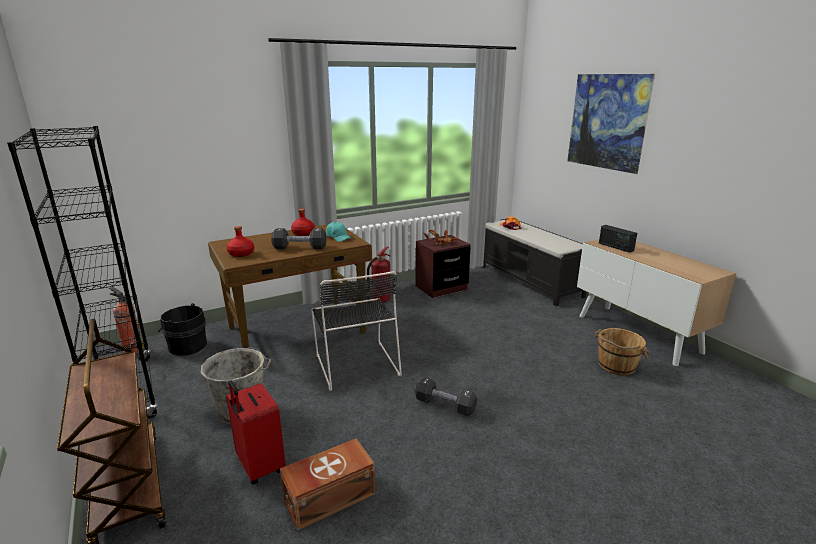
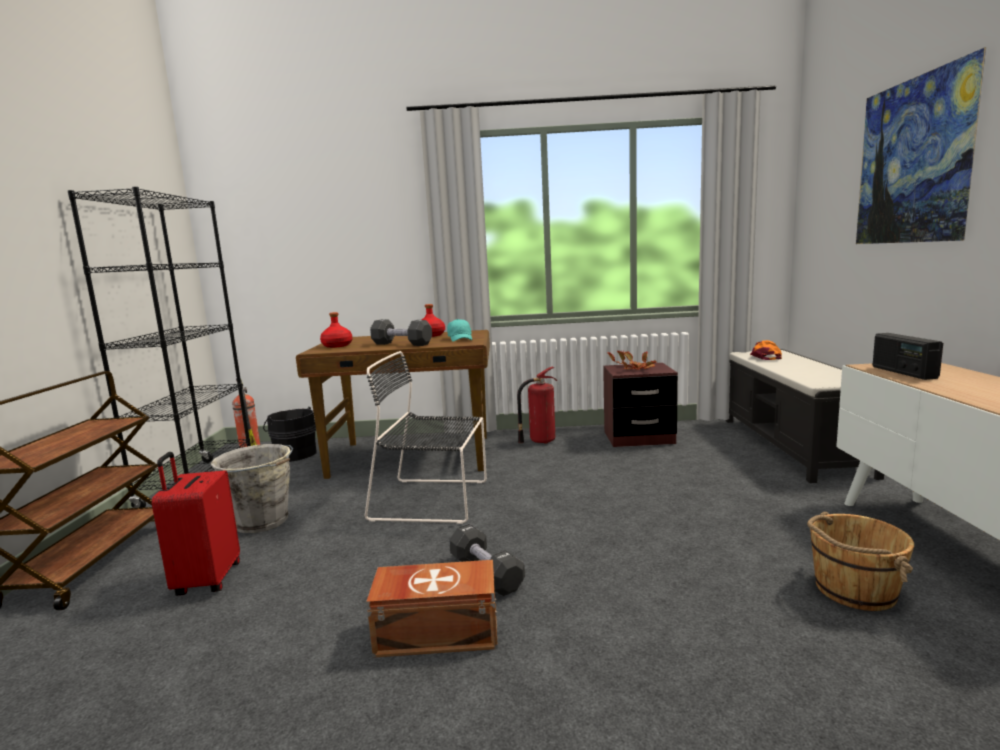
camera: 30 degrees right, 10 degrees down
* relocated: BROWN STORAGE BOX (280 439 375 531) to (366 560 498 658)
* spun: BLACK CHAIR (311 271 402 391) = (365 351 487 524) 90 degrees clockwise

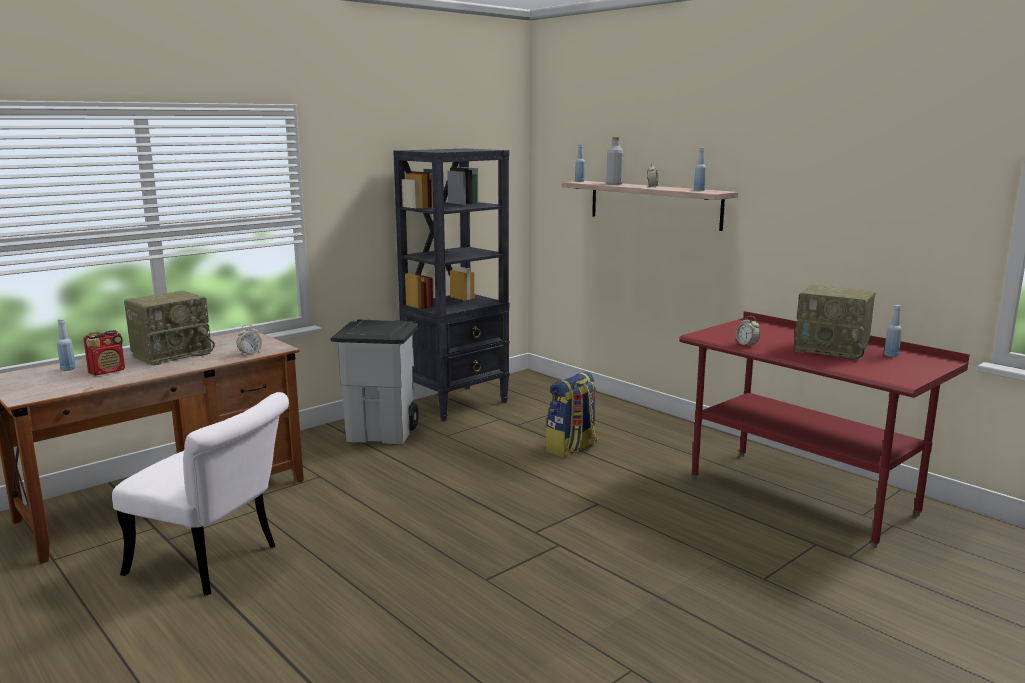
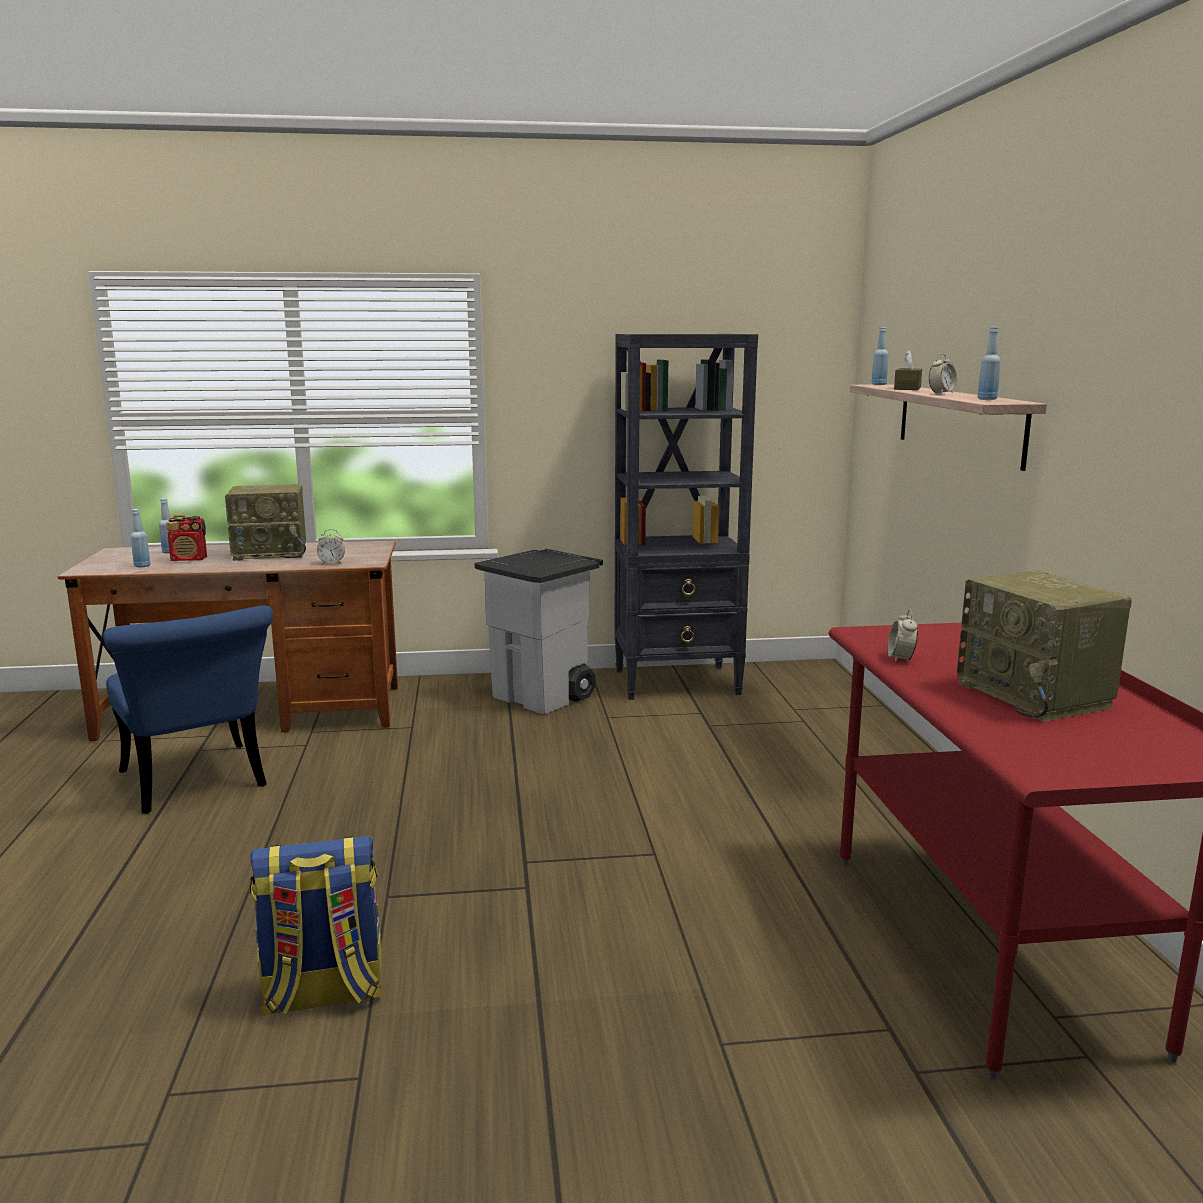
camera: 35 degrees right, 0 degrees up
* relocated: BACKPACK (545 372 597 457) to (250 836 384 1016)
* relocated: BLUE BOTTLE (884 305 902 357) to (131 509 151 567)
* exchanged: GREY BOTTLE (606 137 624 185) to BROWN TISSUE BOX (894 350 922 390)
* colour: WHITE CHAIR (112 392 289 595) to BLUE CHAIR (103 605 273 814)

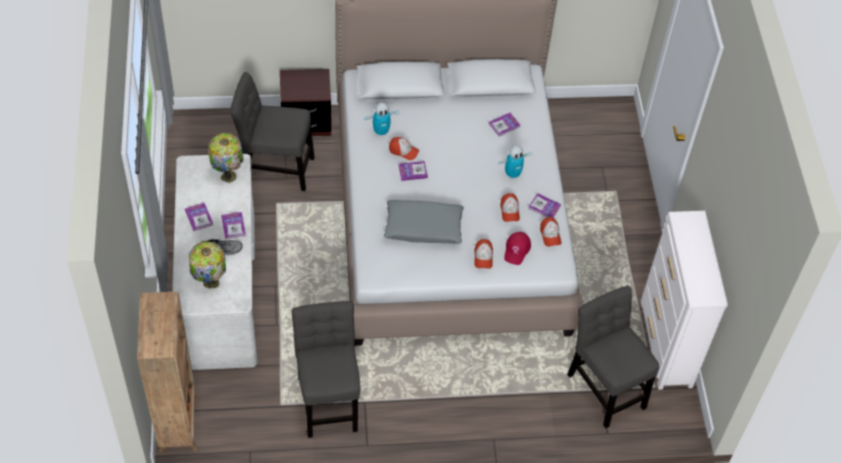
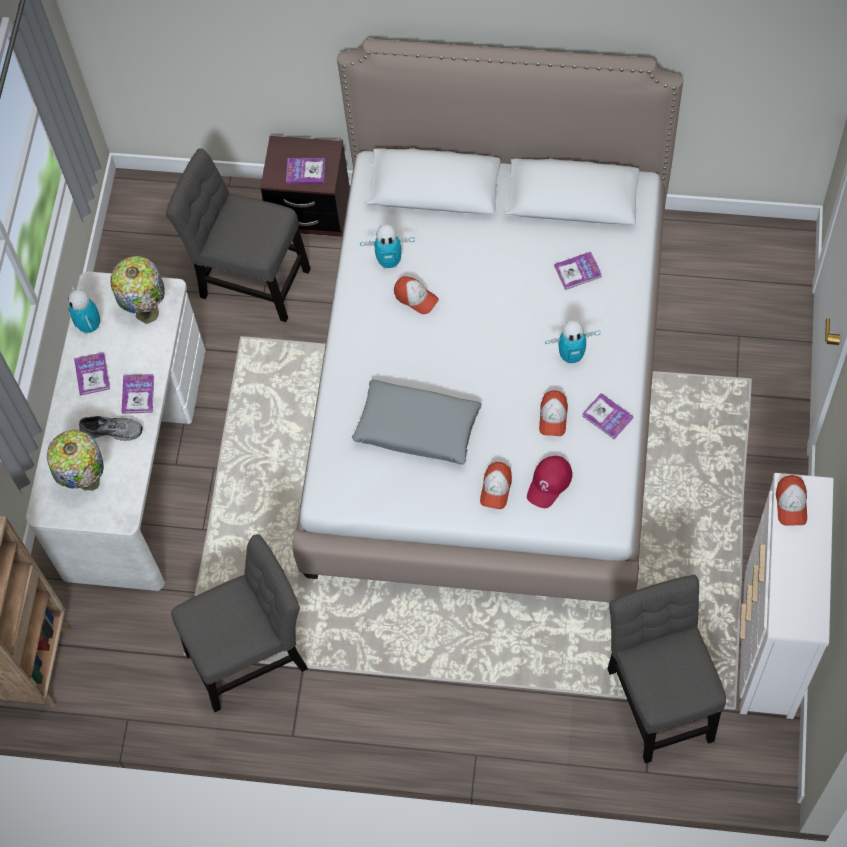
camera: 20 degrees right, 10 degrees up
* appeared: TOY ROBOT (68 284 100 334)
* relocated: BOOK (398 161 428 181) to (286 158 325 184)
* relocated: CAP (540 217 561 247) to (776 475 807 526)
* spun: GREY CHAIR (292 301 360 438) = (171 534 308 712) 60 degrees clockwise

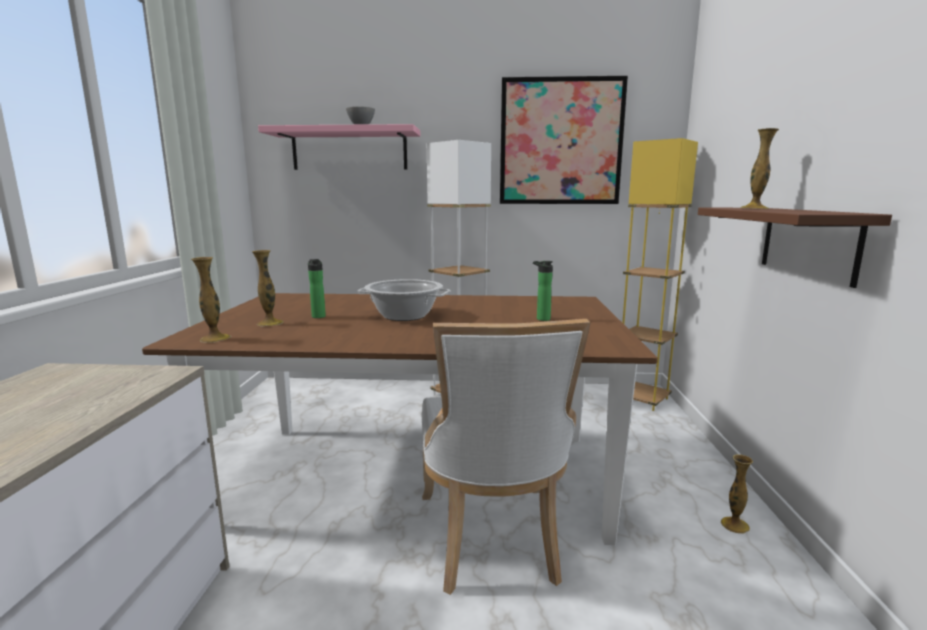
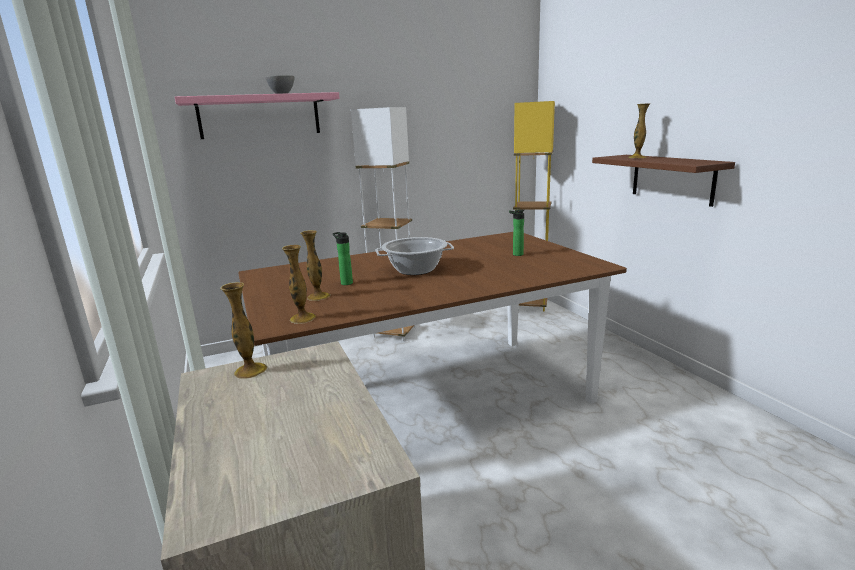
camera: 25 degrees left, 5 degrees up
* missing: WHITE CHAIR (421 319 590 595)
* missing: PICTURE (500 76 628 204)
* relocated: VASE (721 454 753 534) to (220 282 267 379)

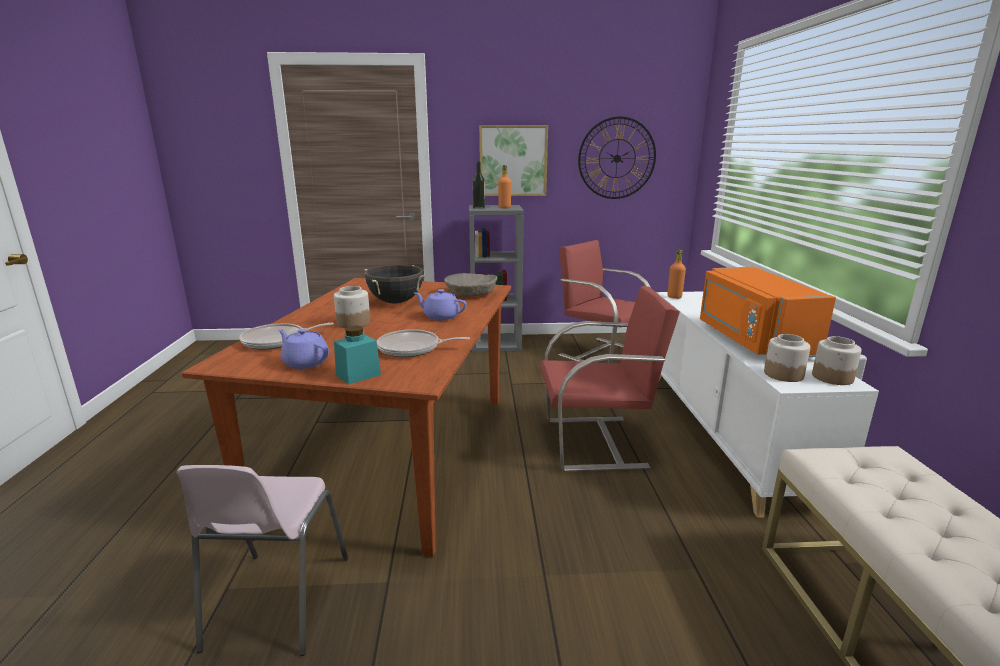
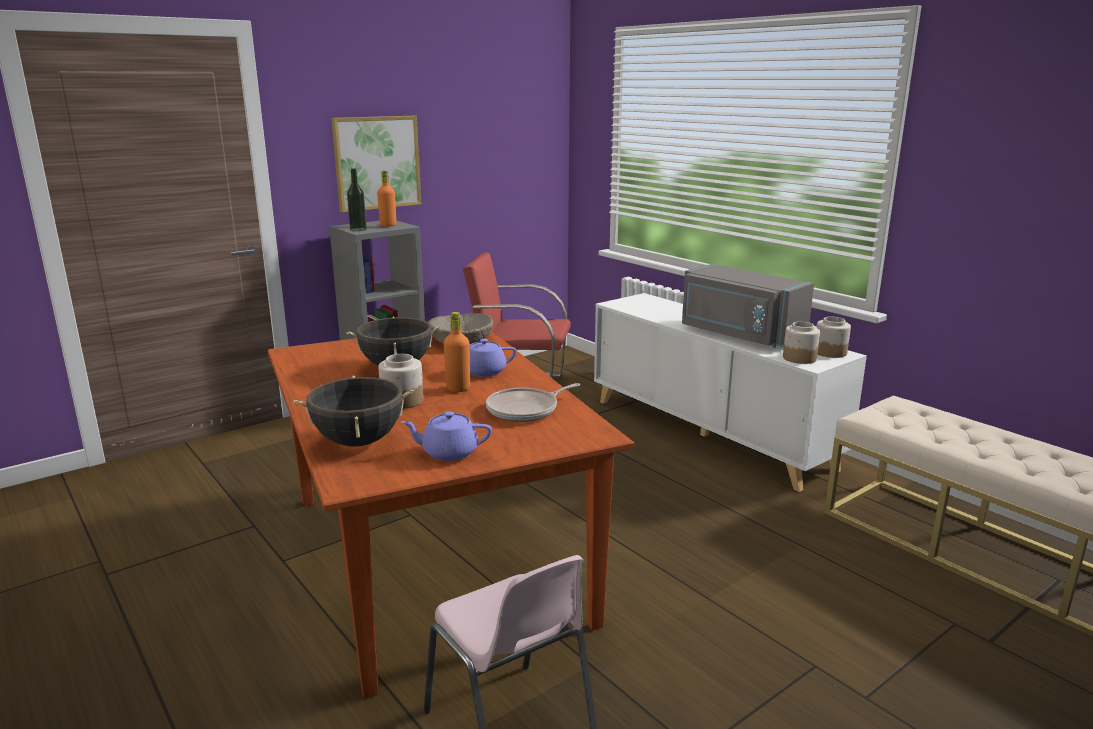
camera: 35 degrees left, 0 degrees up
* missing: TURQUOISE JAR (334 325 381 384)
* missing: RED CHAIR (540 286 680 472)
* missing: WALL CLOCK (578 116 656 199)
* relocated: ORANGE BOTTLE (668 250 686 299) to (444 312 470 392)
* exchanged: FRYING PAN (239 322 334 350) to BLACK COOKING POT (294 375 414 446)
* colour: ORANGE MICROWAVE (700 267 836 357) to GREY MICROWAVE (682 264 814 348)

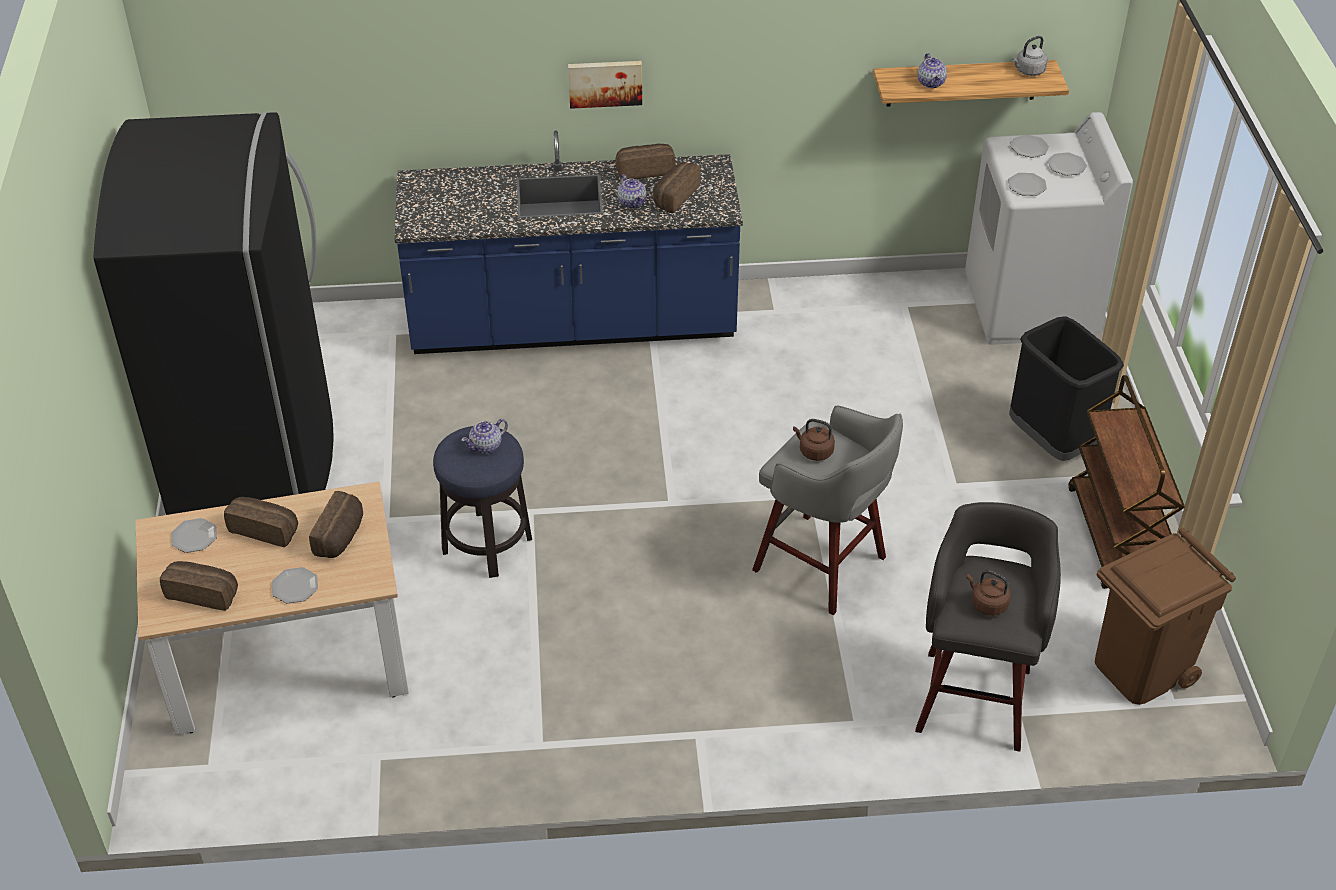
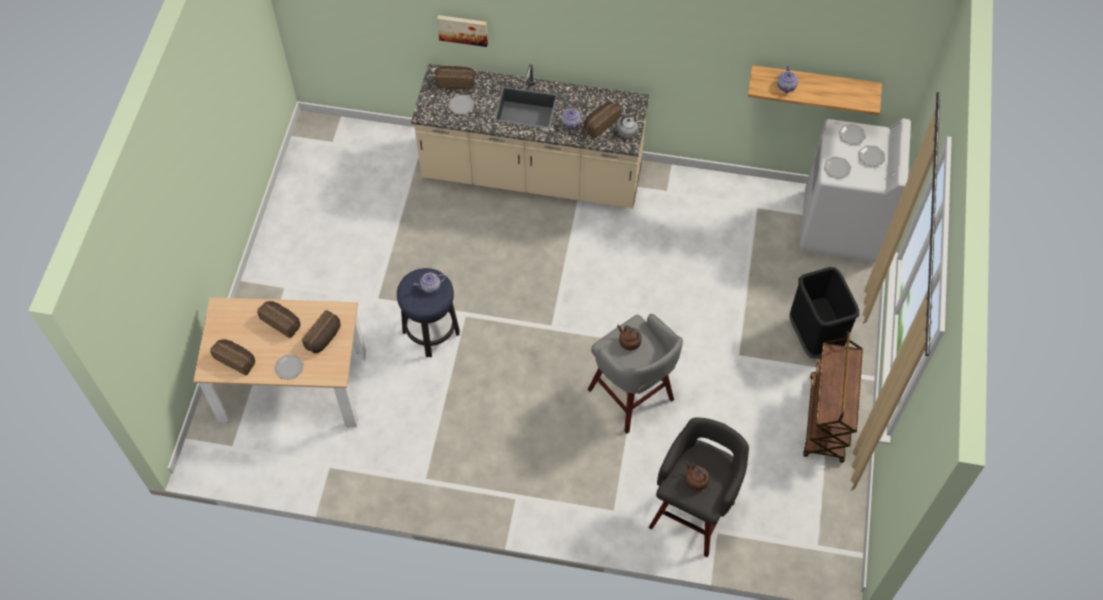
camera: 15 degrees right, 15 degrees up
* missing: BLACK FRIDGE (93 112 334 515)
* missing: BROWN TRASH CAN (1095 528 1236 705)
* relocated: PLATE (171 518 217 553) to (449 95 474 115)
* relocated: PICTURE (568 61 642 109) to (437 15 488 47)
* relocated: BREAD (616 144 675 180) to (435 66 475 89)
* relocated: GREY KETTLE (1012 36 1048 76) to (612 114 639 138)
* colour: BLUE COUNTER (395 131 743 354) to BEIGE COUNTER (411 64 649 208)

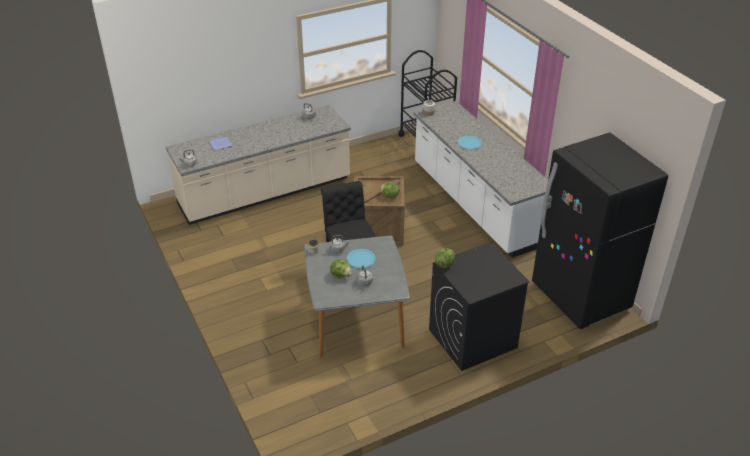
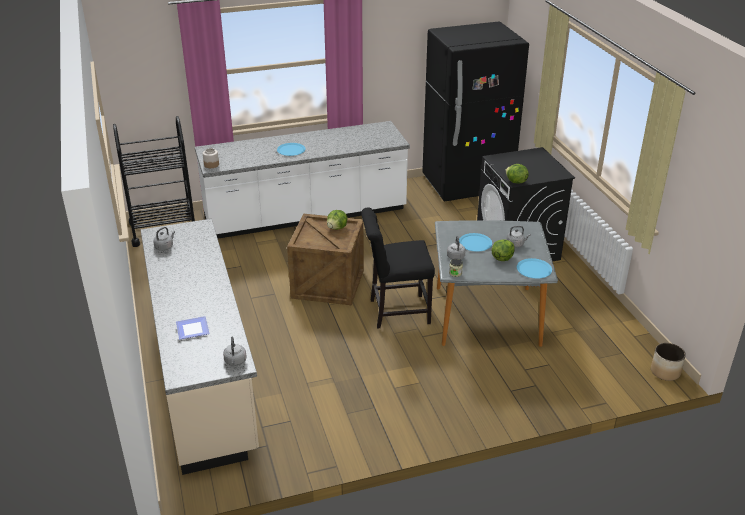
camera: 80 degrees left, 5 degrees down
* appeared: BLUE PLATE (517 258 552 279)
* appeared: PLANTER (651 343 686 381)

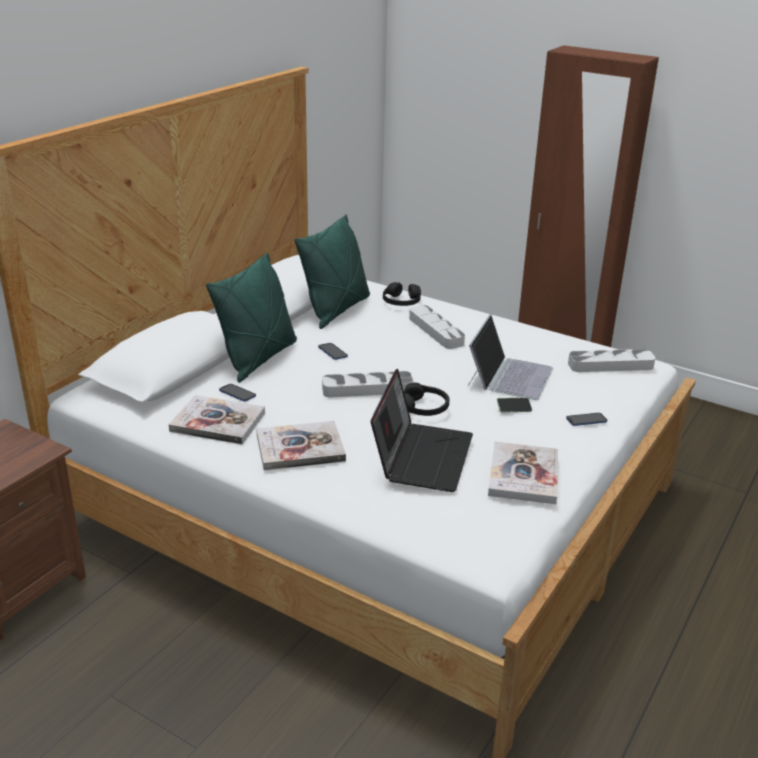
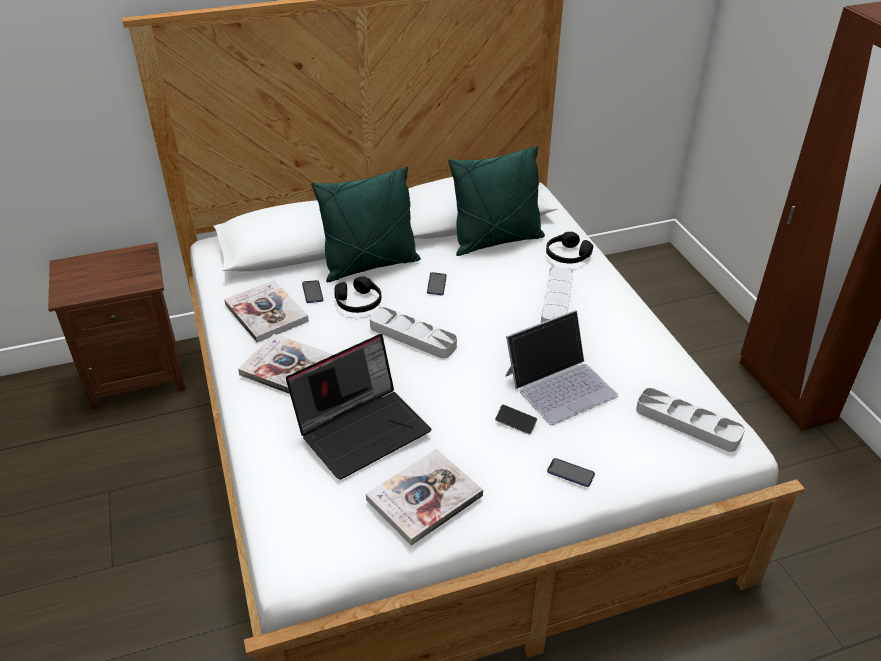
camera: 40 degrees right, 10 degrees up
* relocated: BLACK HEADPHONES (404 383 450 416) to (335 276 382 313)

